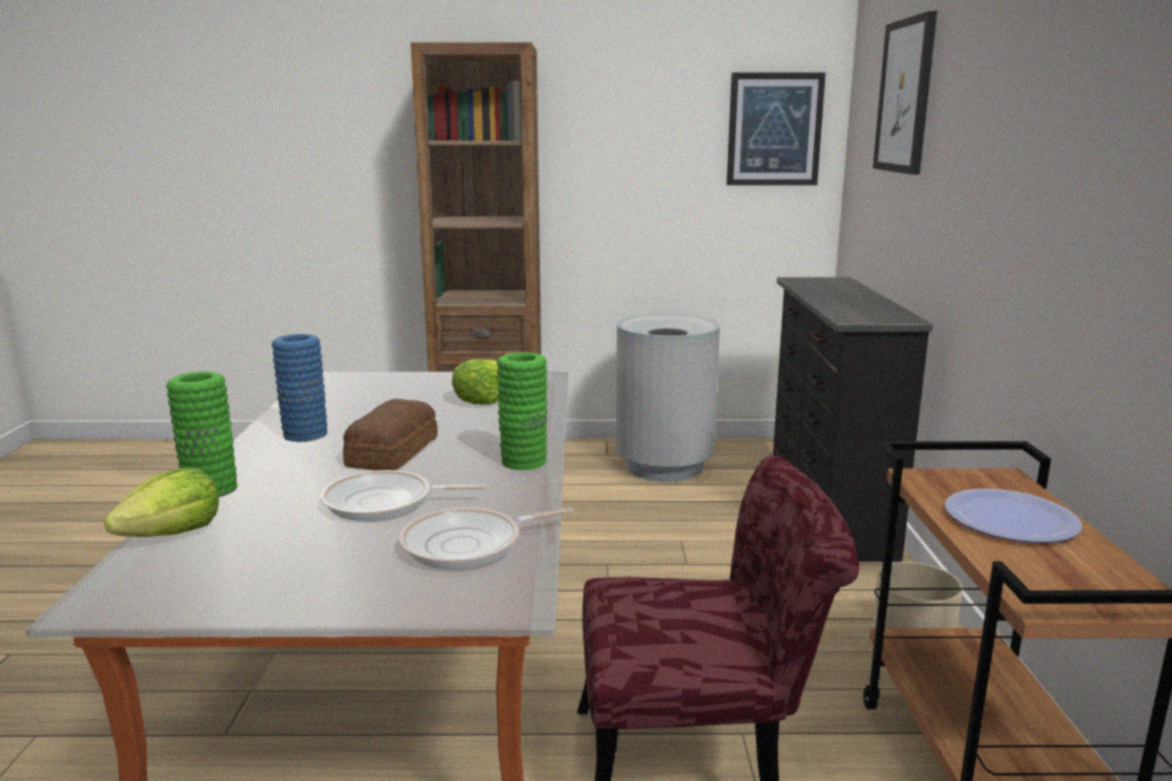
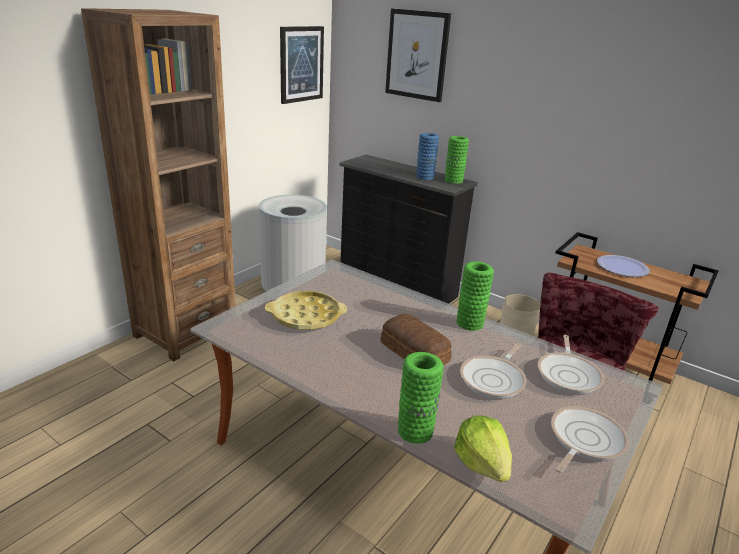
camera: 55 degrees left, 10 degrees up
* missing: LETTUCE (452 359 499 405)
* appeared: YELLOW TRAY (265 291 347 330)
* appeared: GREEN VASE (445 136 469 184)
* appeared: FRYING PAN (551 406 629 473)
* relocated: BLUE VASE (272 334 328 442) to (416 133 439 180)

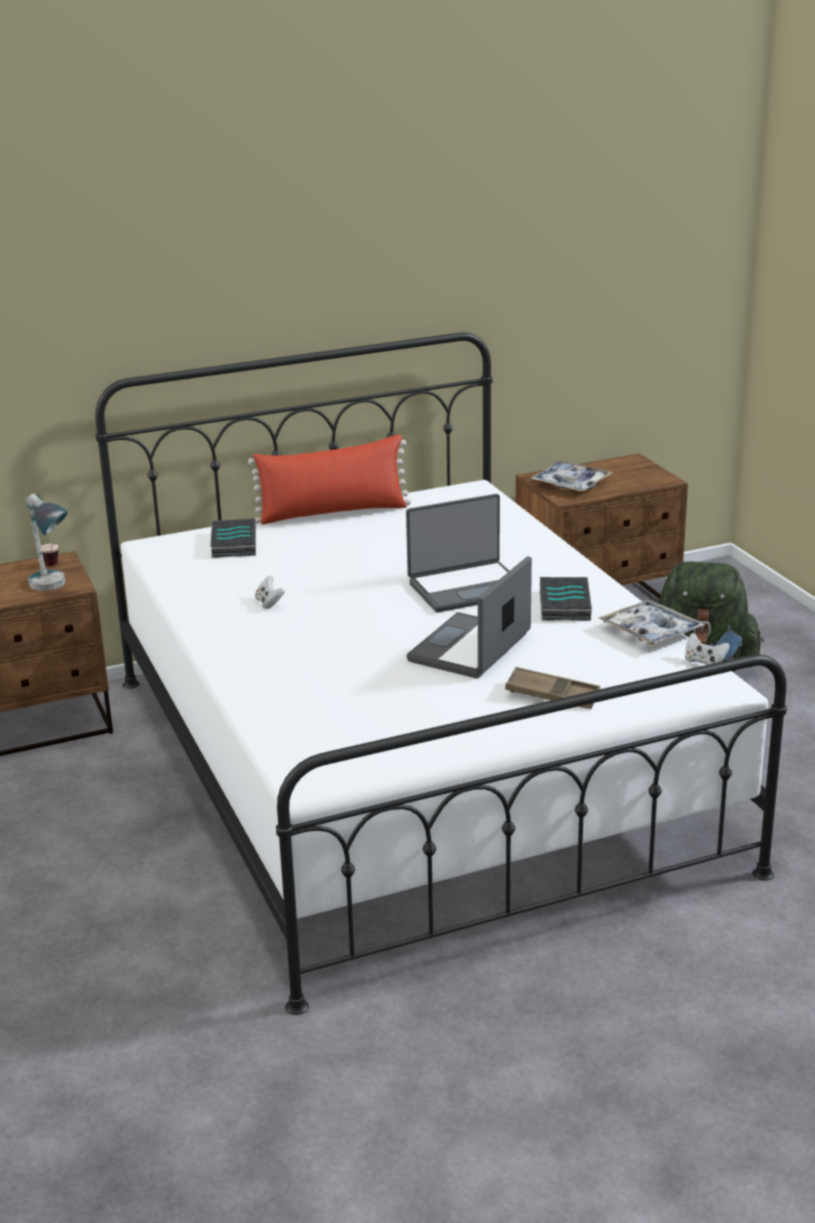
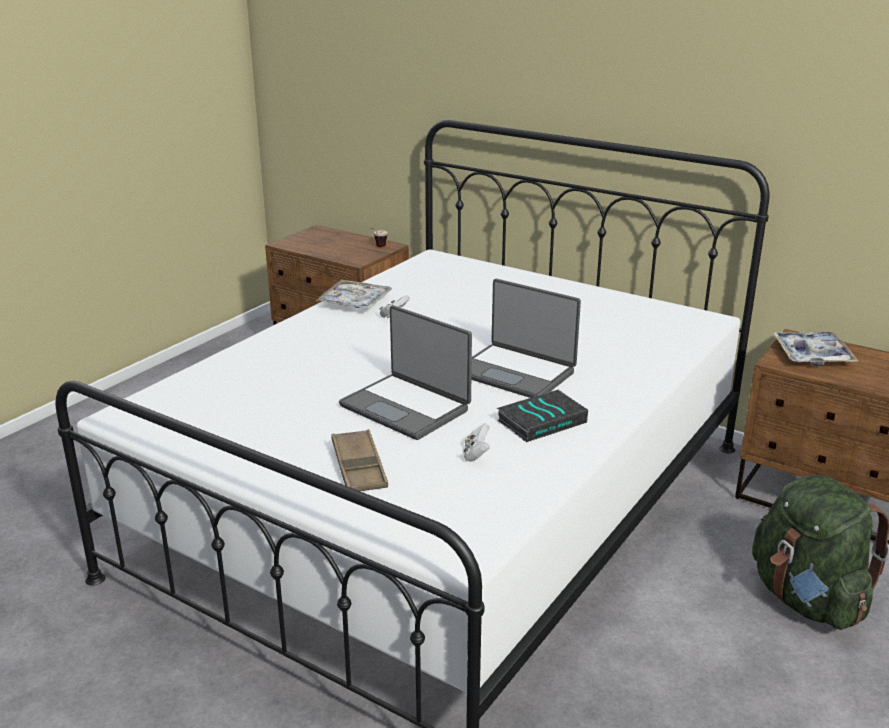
camera: 55 degrees right, 0 degrees up
* missing: TABLE LAMP (26 494 68 591)
* missing: BOOK (210 519 256 558)
* missing: RED PILLOW (248 434 411 524)
* relocated: TRAY (598 600 705 646) to (316 280 392 309)
* relocated: WHITE GAME CONTROLLER (685 633 730 665) to (464 423 490 461)
* spun: LAPTOP (406 556 532 678) = (339 305 472 440) 135 degrees counterclockwise

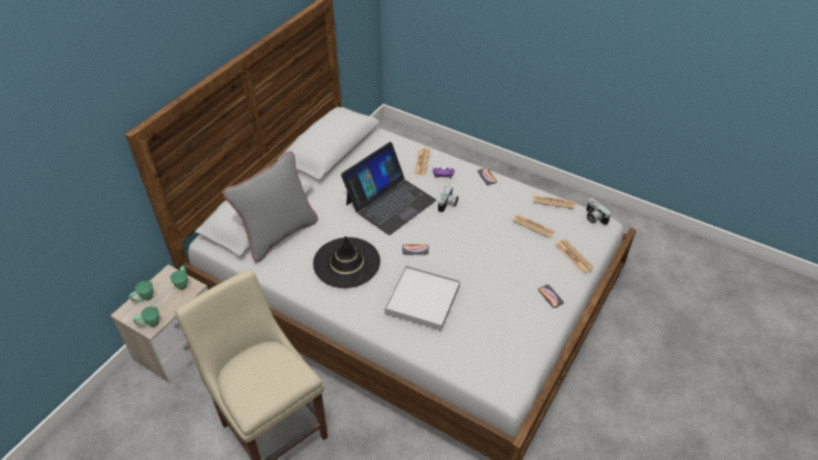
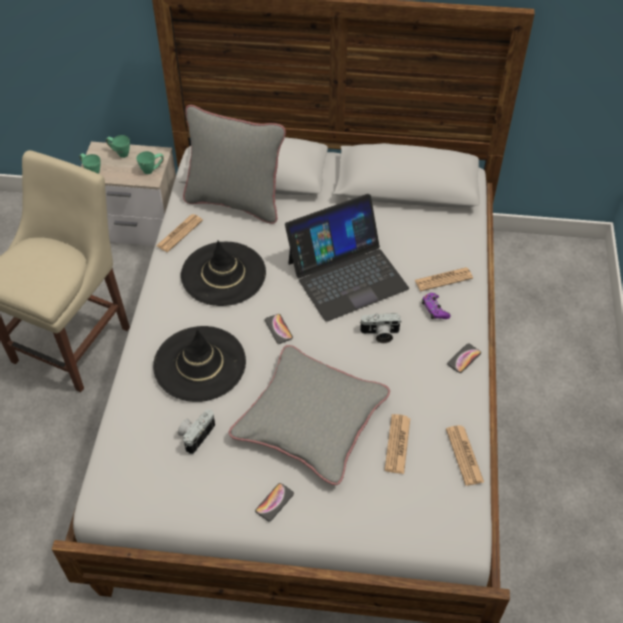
camera: 65 degrees right, 5 degrees up
* appeared: GREY PILLOW (229 345 390 485)
* relocated: NEWSPAPER (556 239 594 273) to (156 214 203 252)
* relocated: PHOTO CAMERA (586 198 611 225) to (178 409 215 454)
* exchanged: WHITE TRAY (384 265 460 331) to BLACK HAT (153 326 246 402)
* spun: LAPTOP (341 142 436 235) = (285 194 409 322) 45 degrees counterclockwise

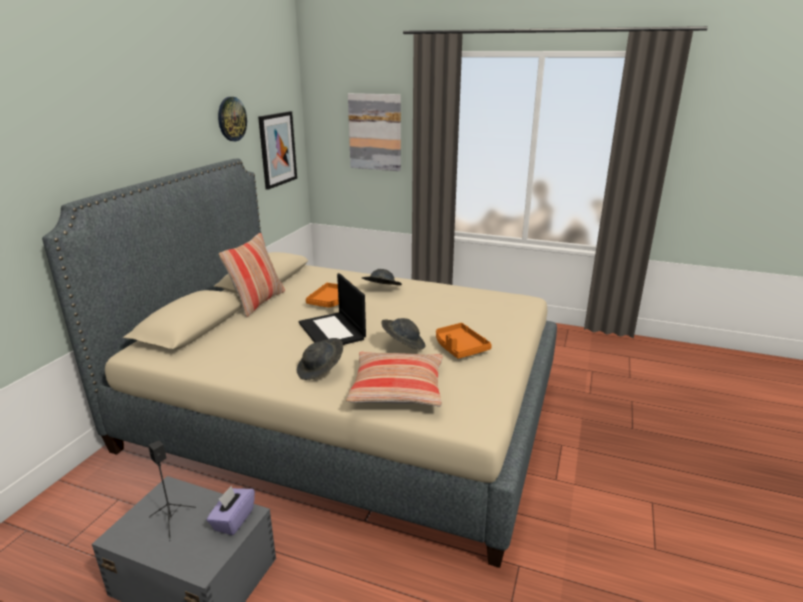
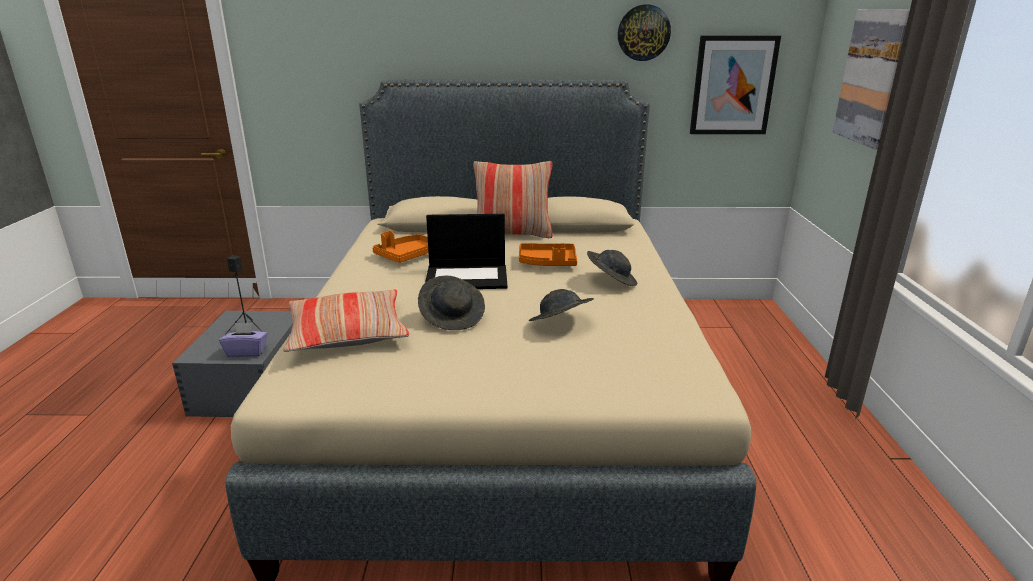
camera: 70 degrees right, 0 degrees up
* relocated: GREY HAT (297 338 343 380) to (529 289 594 321)
* relocated: ORANGE TRAY (436 323 492 359) to (372 231 428 263)
* spun: LAPTOP (299 273 366 345) = (425 214 508 289) 135 degrees counterclockwise

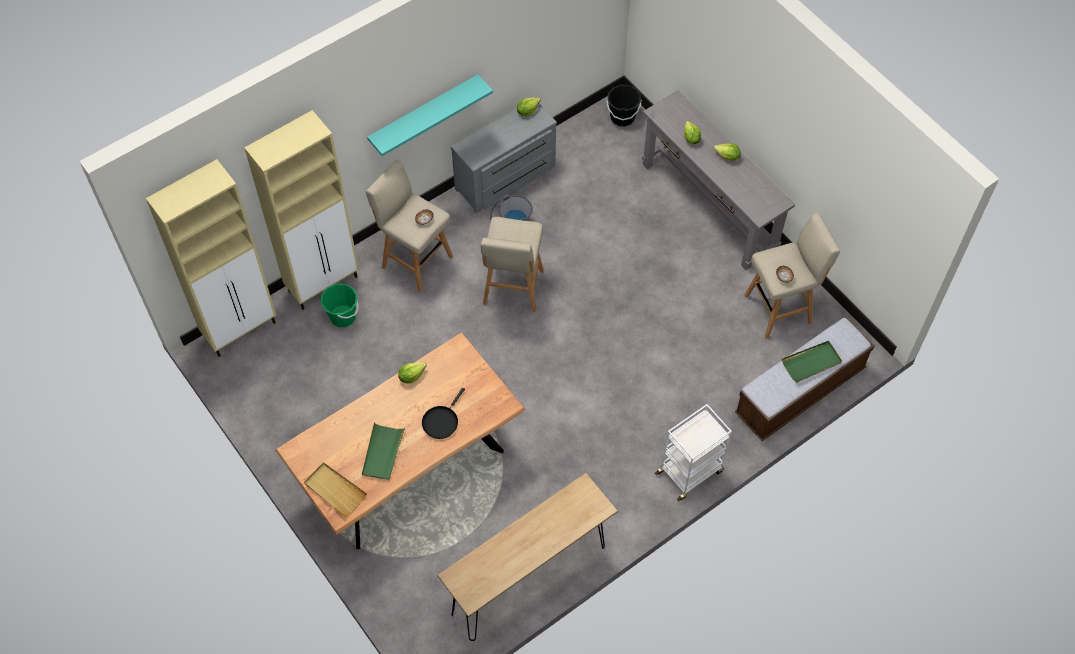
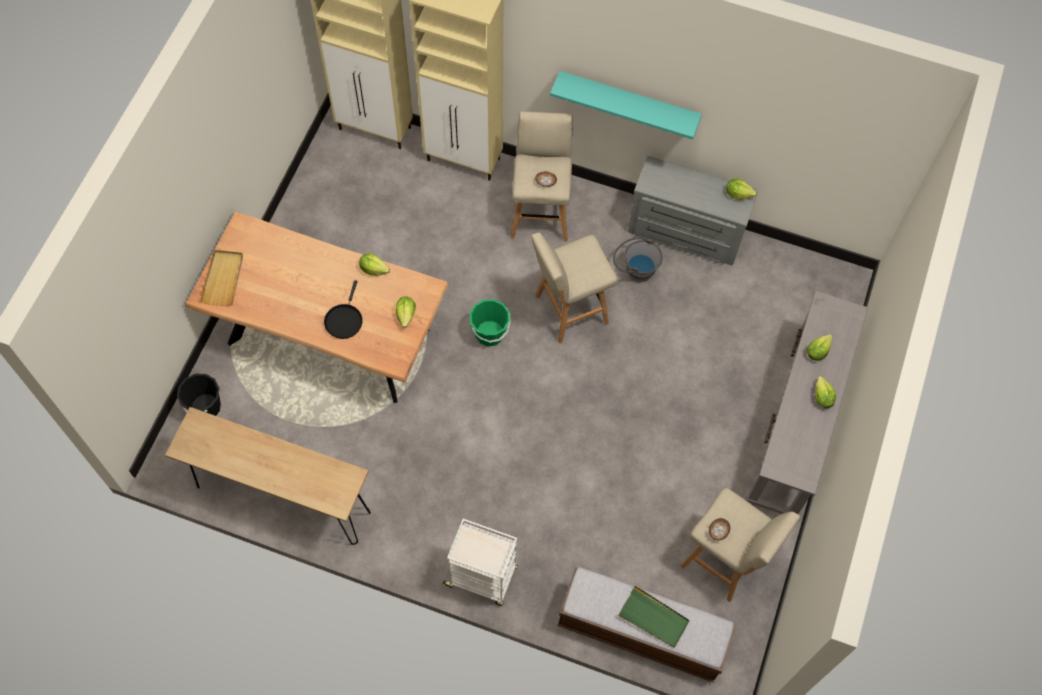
camera: 55 degrees right, 5 degrees up
* missing: GREEN TRAY (362 422 405 480)
* appeared: LETTUCE (396 296 416 328)
* relocated: GREEN BUCKET (321 284 359 327) to (470 299 511 346)
* relocated: BLACK BUCKET (606 85 641 126) to (177 374 221 416)
* spun: BLACK FRYING PAN (422 388 465 439) = (324 280 363 339) 75 degrees counterclockwise

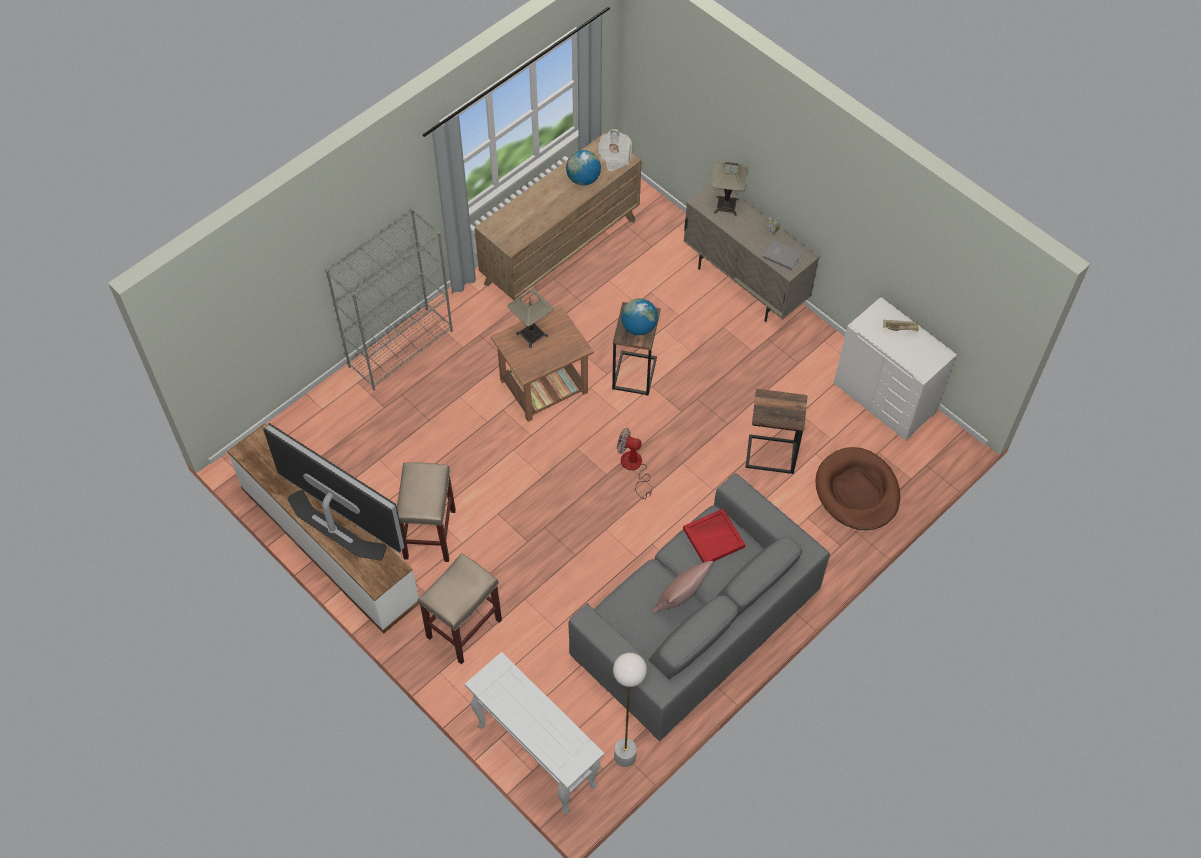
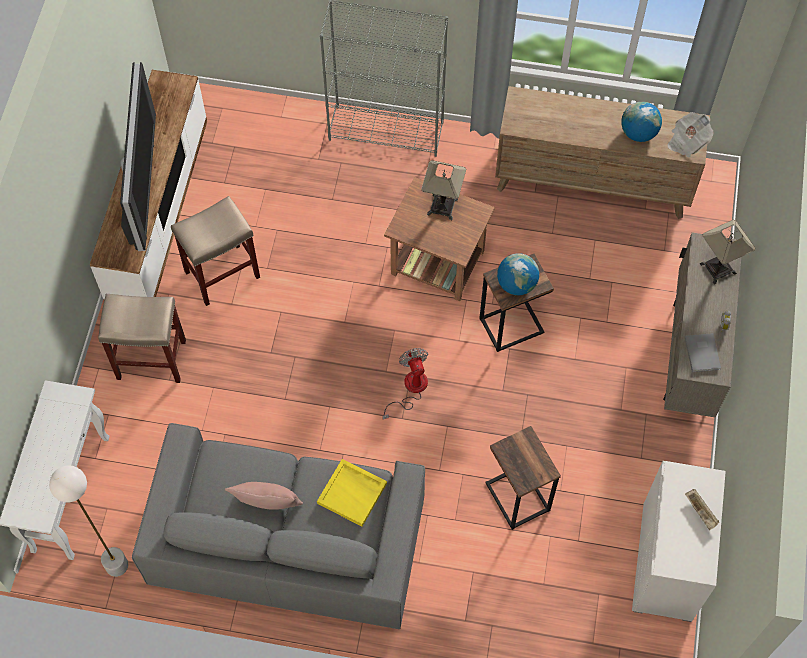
camera: 55 degrees right, 5 degrees up
* missing: BROWN DOG BED (815 447 900 530)
* colour: RED TRAY (683 508 745 563) to YELLOW TRAY (317 459 387 527)

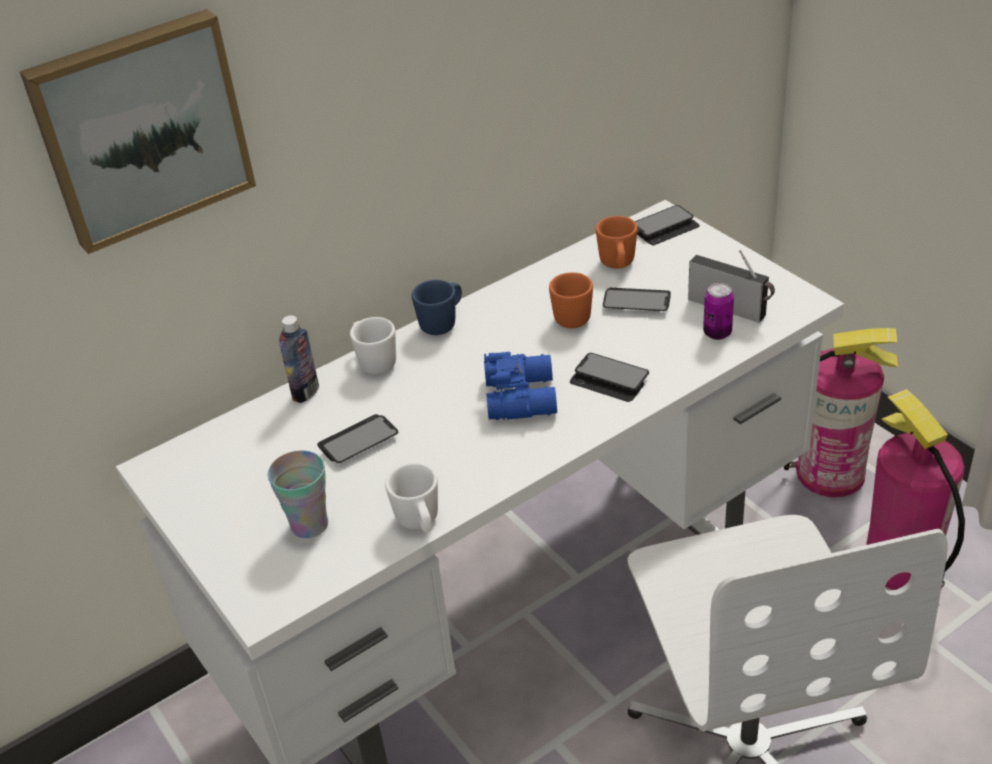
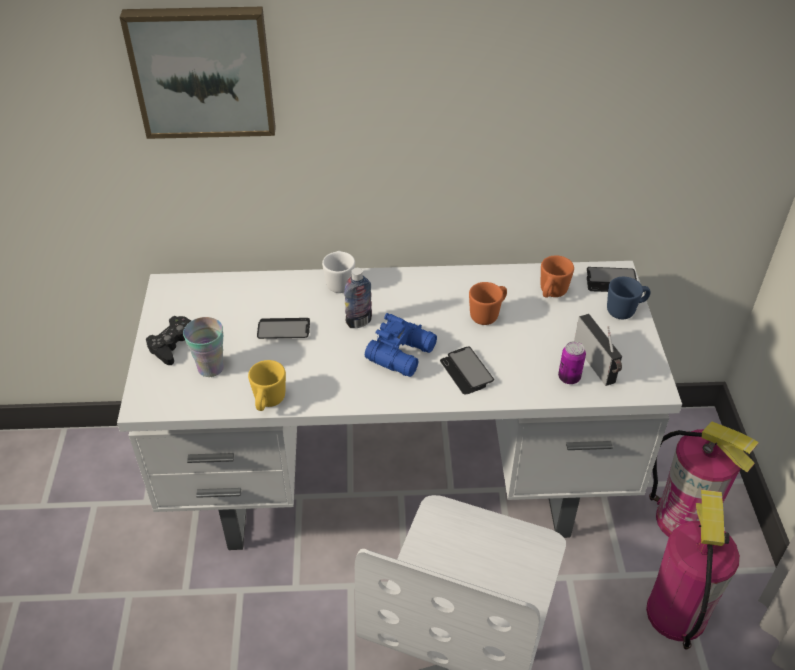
camera: 30 degrees right, 5 degrees up
* missing: PHONE (603 288 671 311)
* appeared: BLACK GAME CONTROLLER (146 316 191 365)
* relocated: BOTTLE (279 315 319 403) to (344 268 372 328)
* relocated: BLUE MUG (412 280 462 335) to (607 277 651 319)
* colour: WHITE MUG (385 463 438 532) to YELLOW MUG (248 360 286 411)

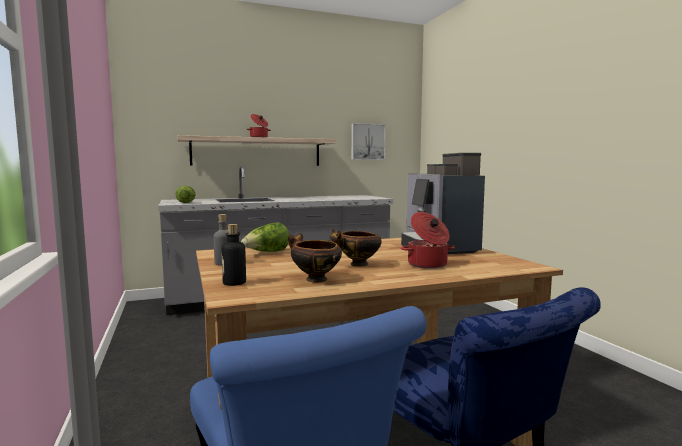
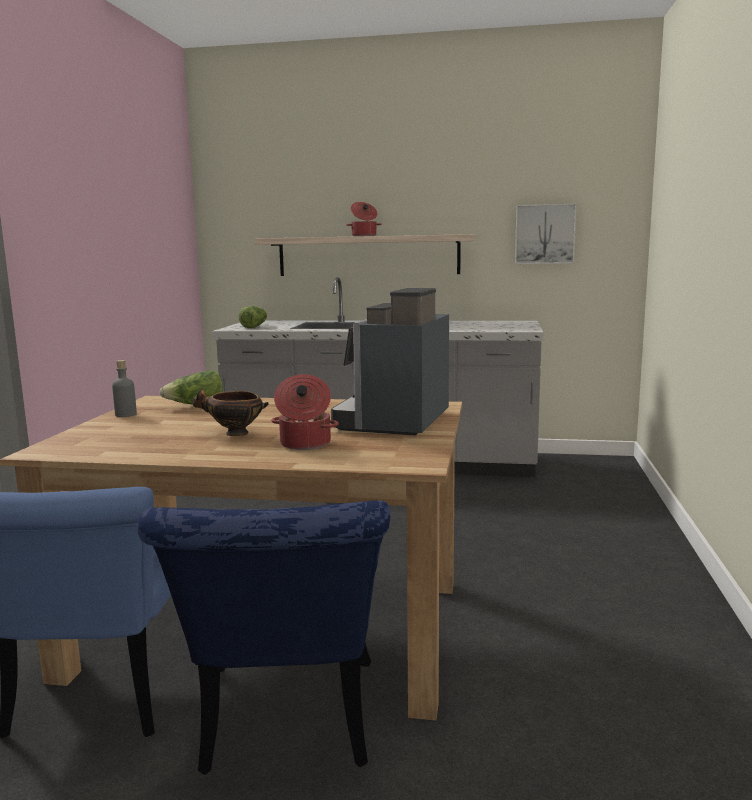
camera: 30 degrees right, 5 degrees up
* missing: BOTTLE (221 224 246 286)
* missing: BOWL (288 233 342 283)

